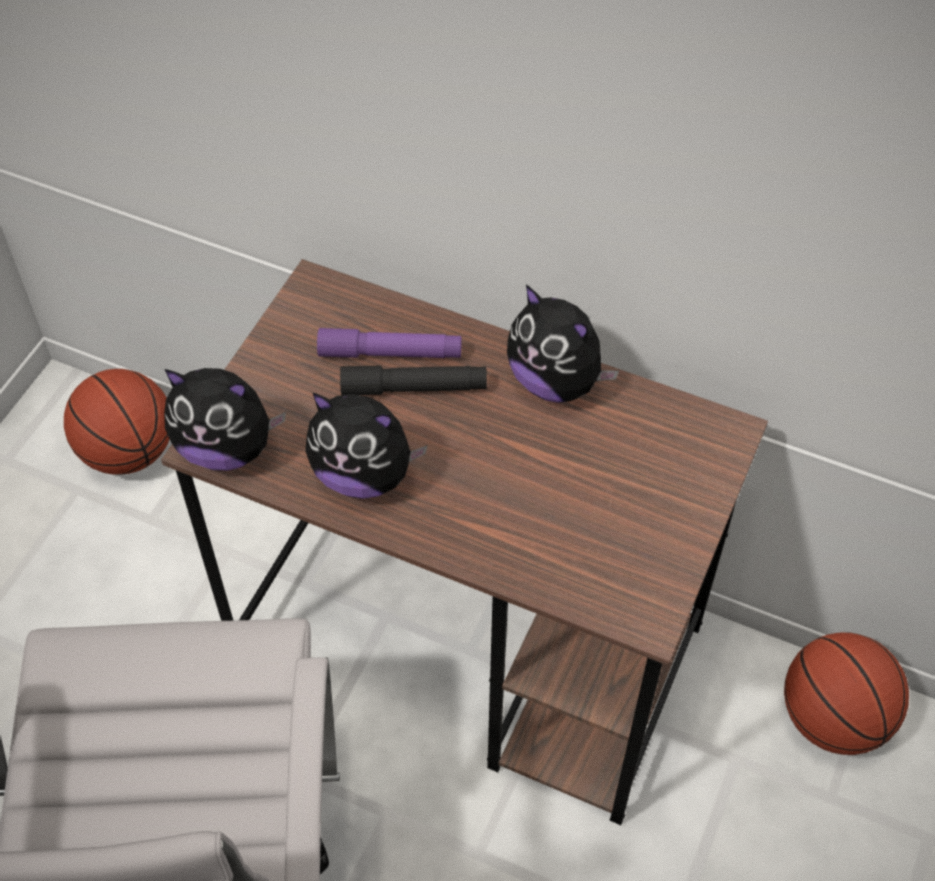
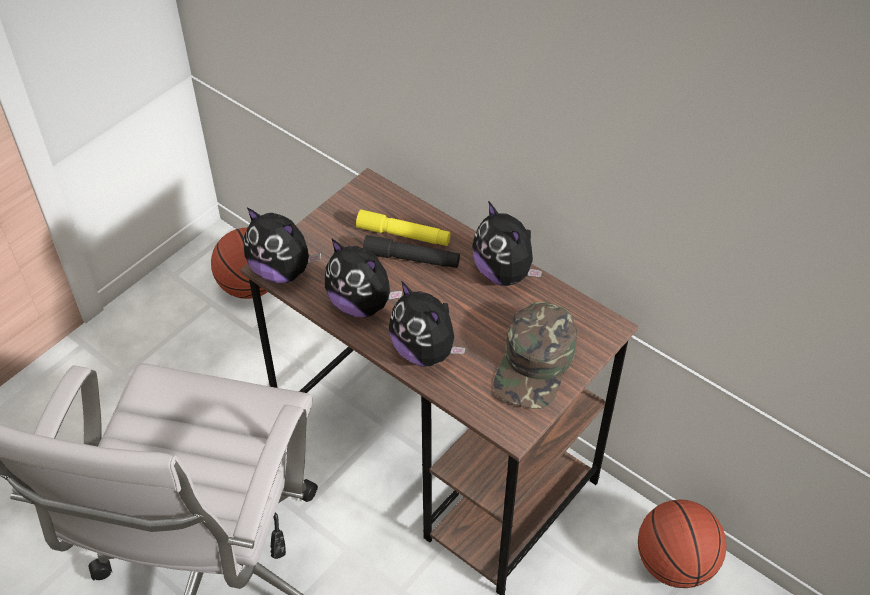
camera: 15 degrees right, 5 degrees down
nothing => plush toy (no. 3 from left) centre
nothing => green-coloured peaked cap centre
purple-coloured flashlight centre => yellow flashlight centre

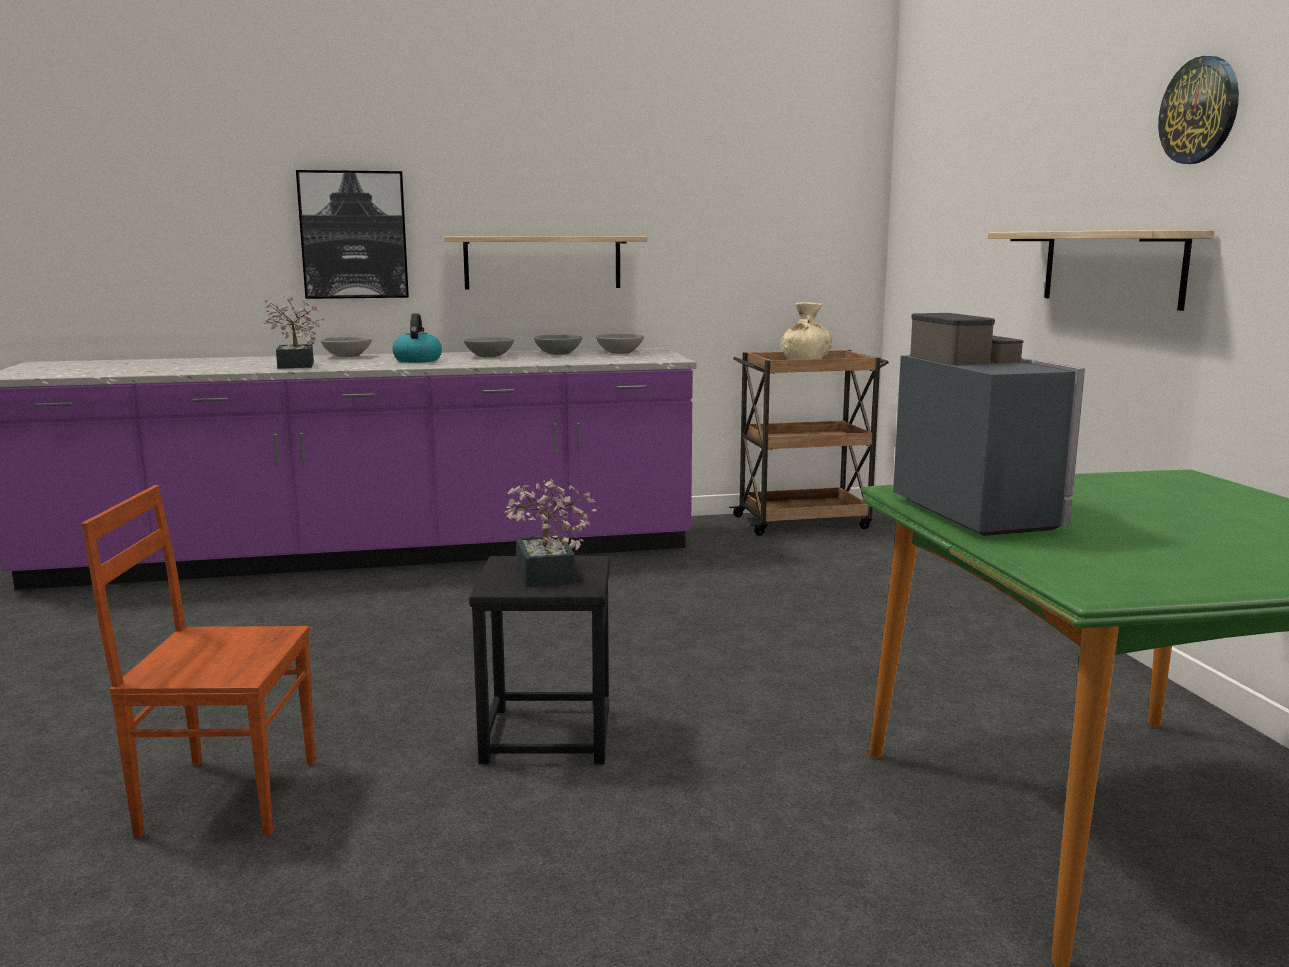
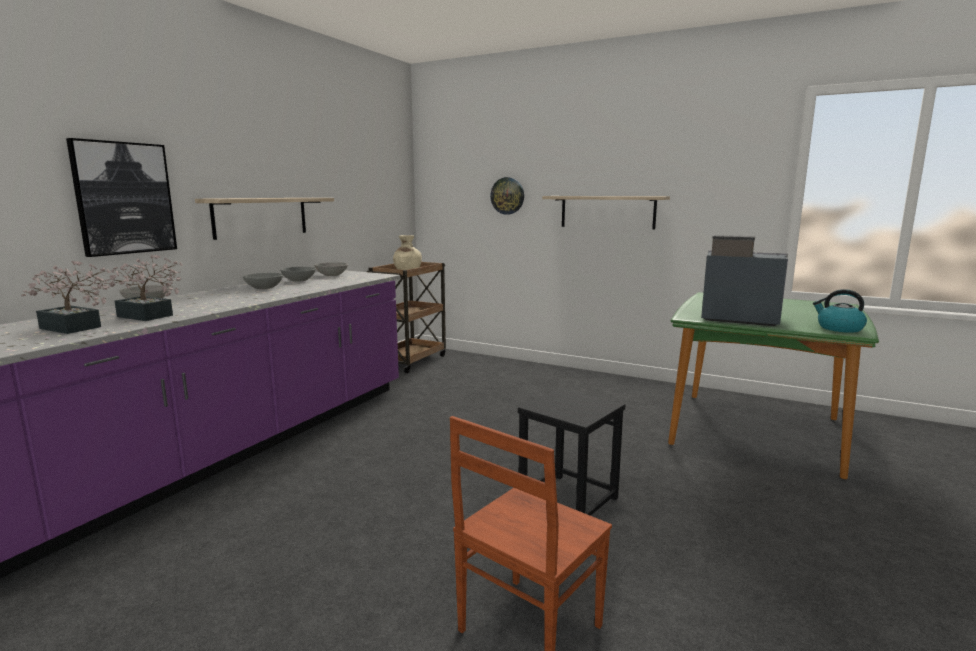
camera: 50 degrees left, 0 degrees up
water kettle middle left => water kettle middle right, relocated
potted plant (no. 2 from left in the first image) centre => potted plant (no. 1 from left) middle left, relocated
hanging clock top right => hanging clock top centre, relocated

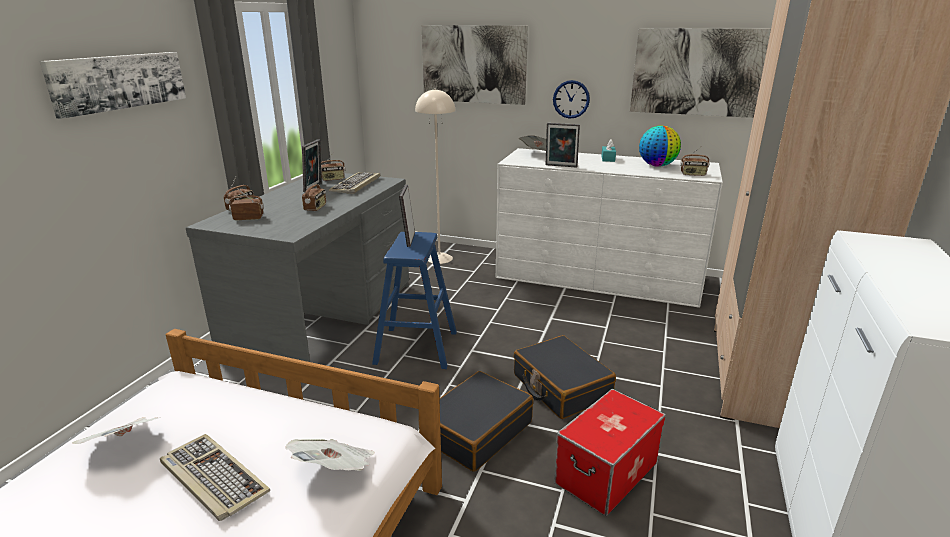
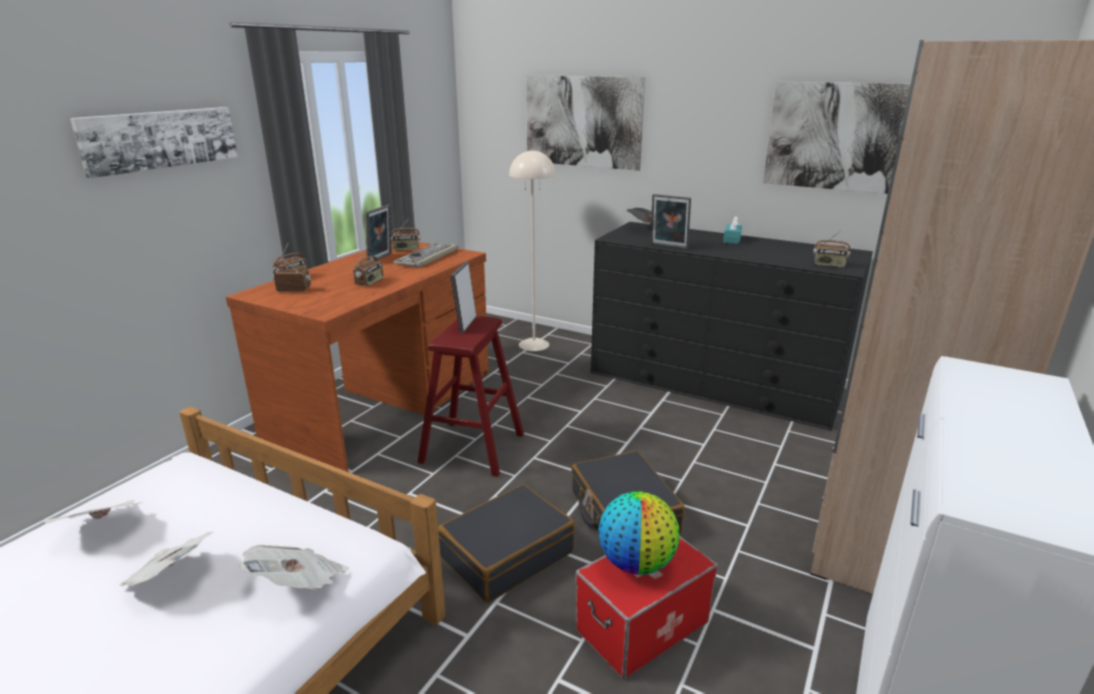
camera: 10 degrees right, 0 degrees up
hanging clock top centre => nothing
globe top right => globe bottom centre, relocated
keyboard (no. 1 from left) bottom left => newspaper (no. 2 from left) bottom left
greyish desk middle left => brownish desk middle left
blue stool centre => reddish stool centre
whitish dresser centre => blackish dresser middle right

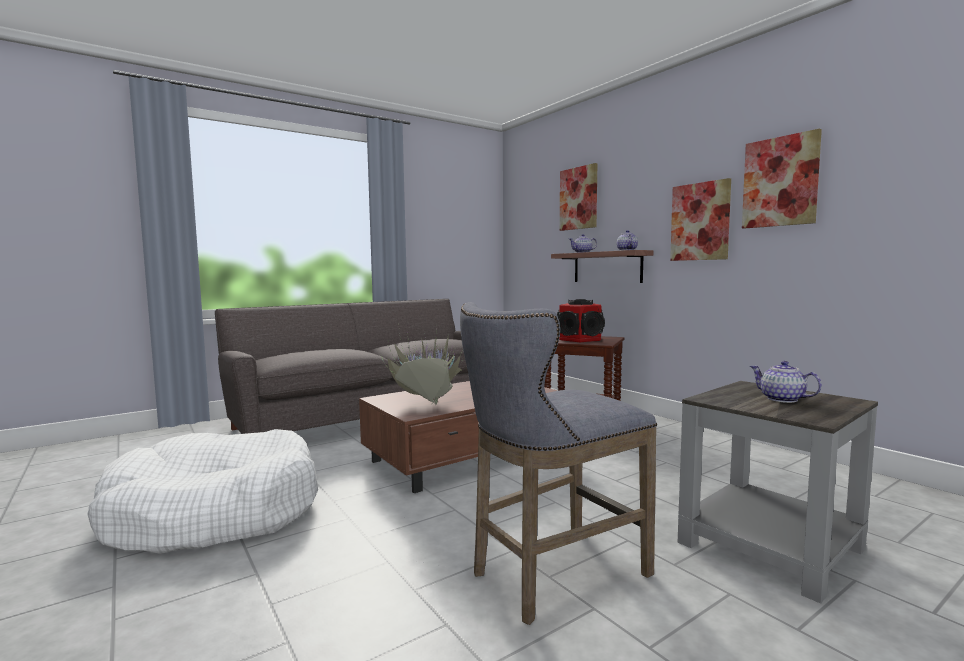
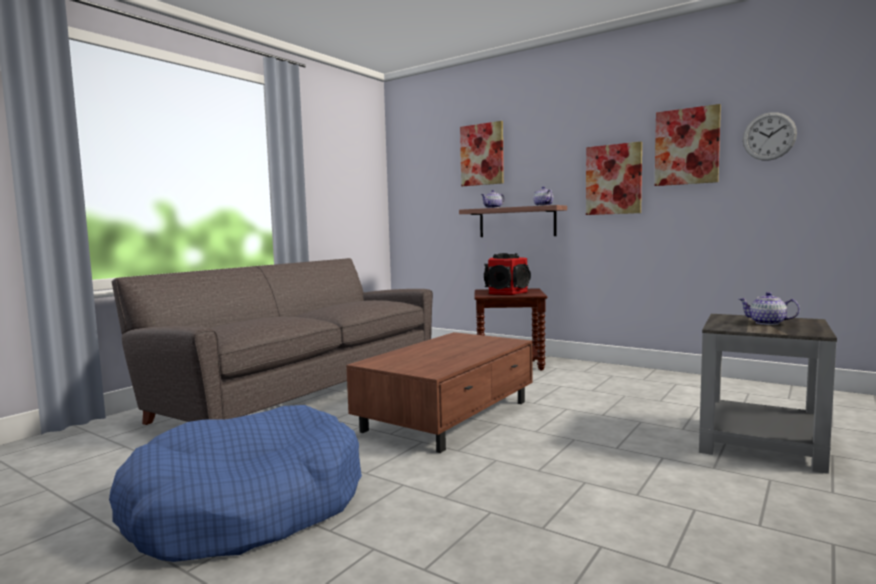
camera: 20 degrees left, 0 degrees up
potted plant centre => nothing
greyish stool bottom centre => nothing
nothing => hanging clock top right
whitish dog cushion bottom left => blue dog cushion bottom left

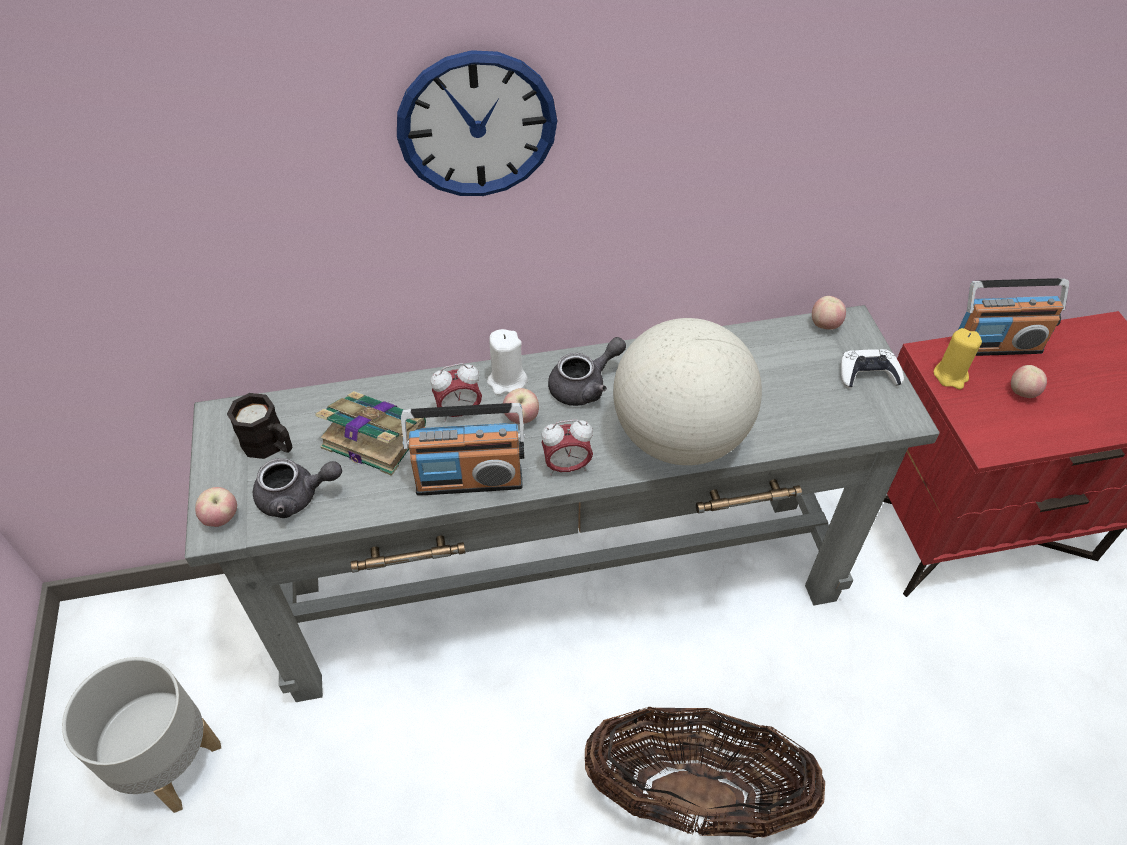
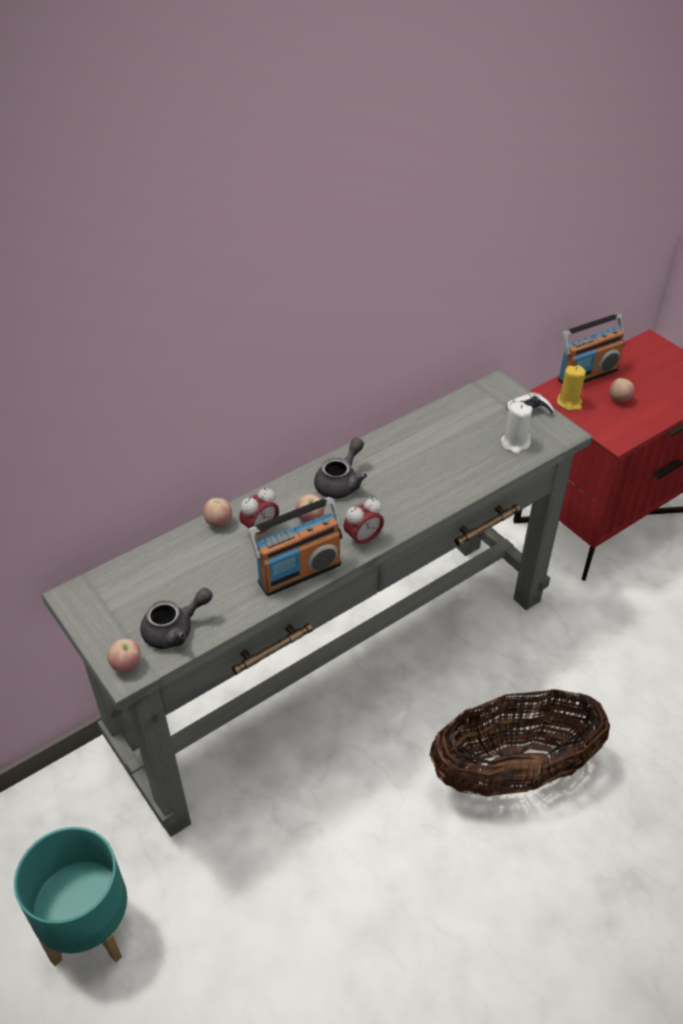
camera: 25 degrees left, 5 degrees down
blackish tea mug middle left => nothing
volume middle left => nothing
hanging clock top centre => nothing
globe centre => nothing
whitish wax light centre => whitish wax light middle right, relocated
whole apple (no. 3 from left in the first image) middle right => whole apple (no. 2 from left) middle left, relocated
greyish flower pot bottom left => turquoise flower pot bottom left

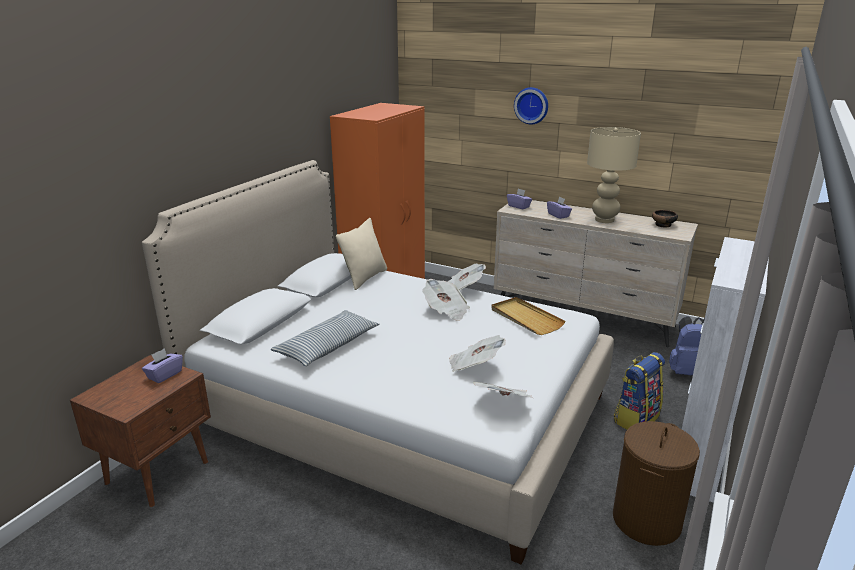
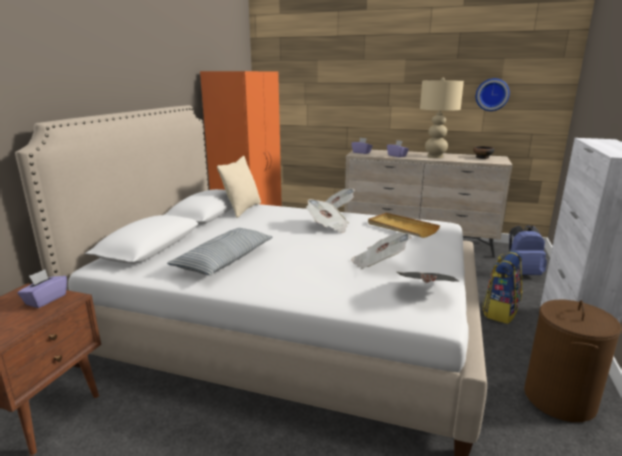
camera: 10 degrees left, 5 degrees down
hanging clock top centre => hanging clock top right, relocated

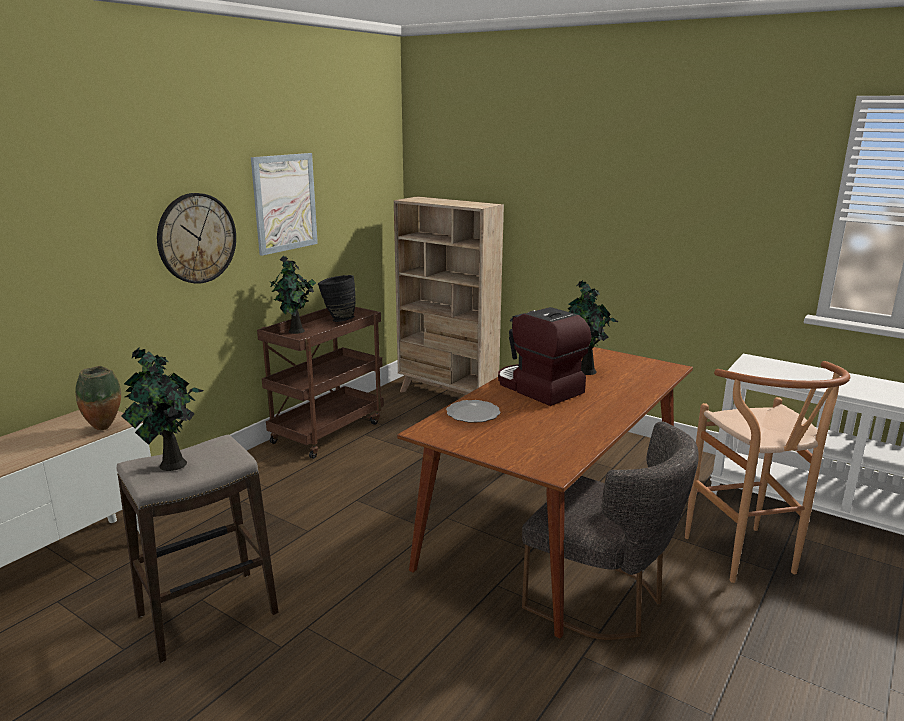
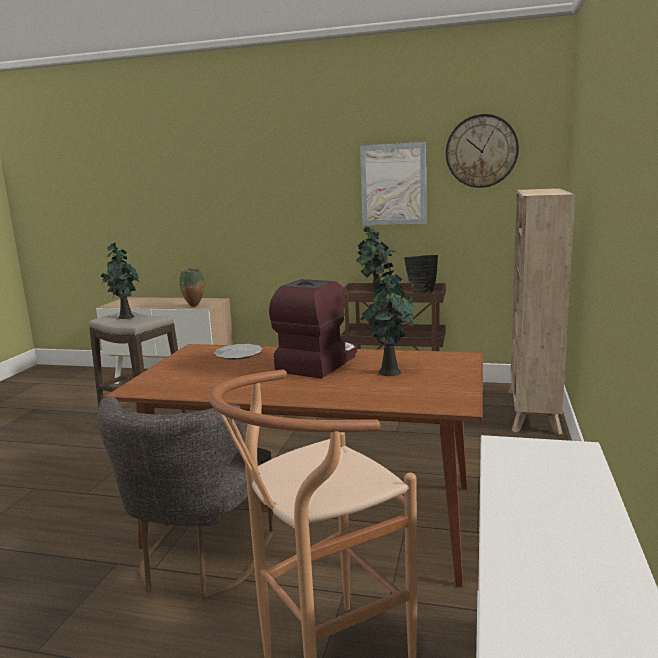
camera: 70 degrees right, 5 degrees down
hanging clock top left => hanging clock top right, relocated

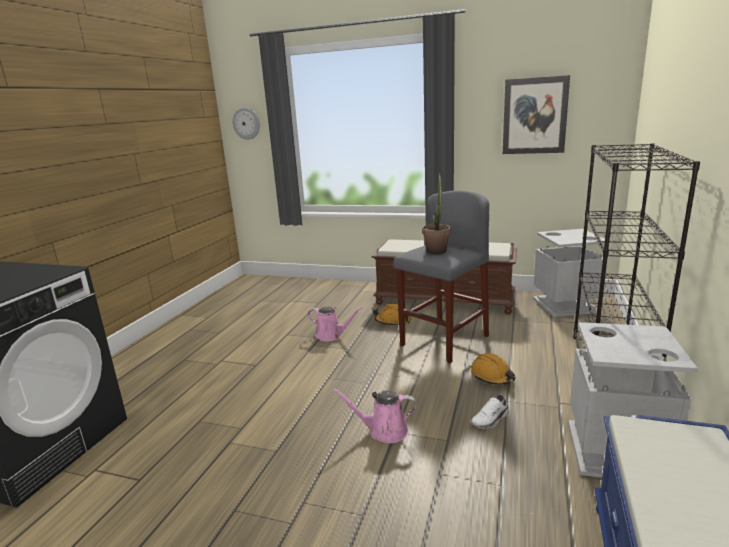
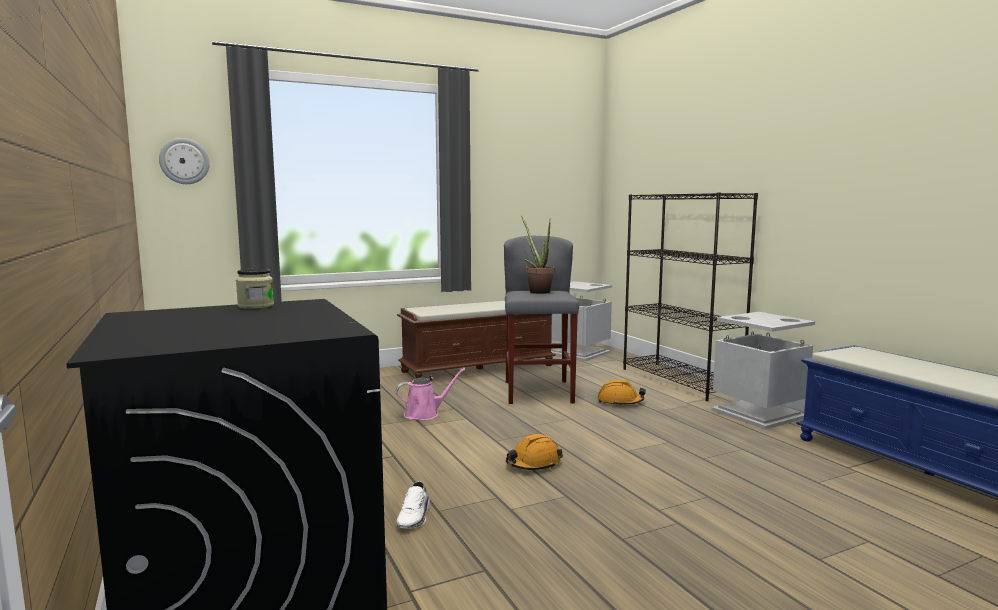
camera: 45 degrees left, 10 degrees down
pinkish watering can (no. 2 from left) bottom centre => nothing
wall art top right => nothing
nothing => storage jar middle left
orange-coloured hard hat (no. 1 from left) centre => orange-coloured hard hat (no. 1 from left) bottom centre, relocated
whitish item of footwear bottom right => whitish item of footwear bottom centre, relocated

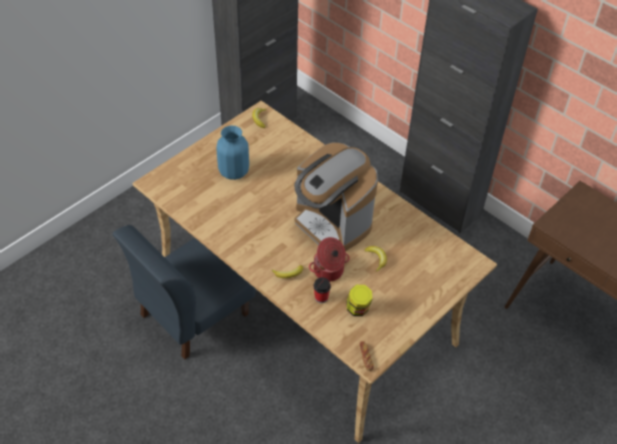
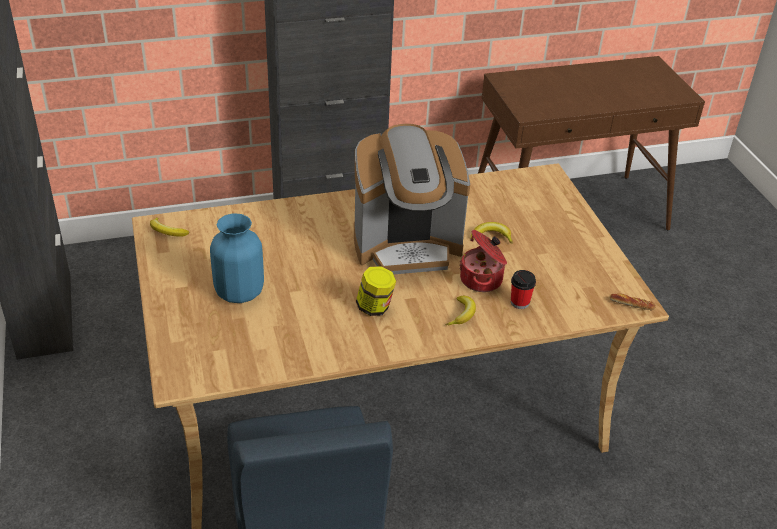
camera: 60 degrees left, 10 degrees down
storage jar bottom centre => storage jar centre, relocated

